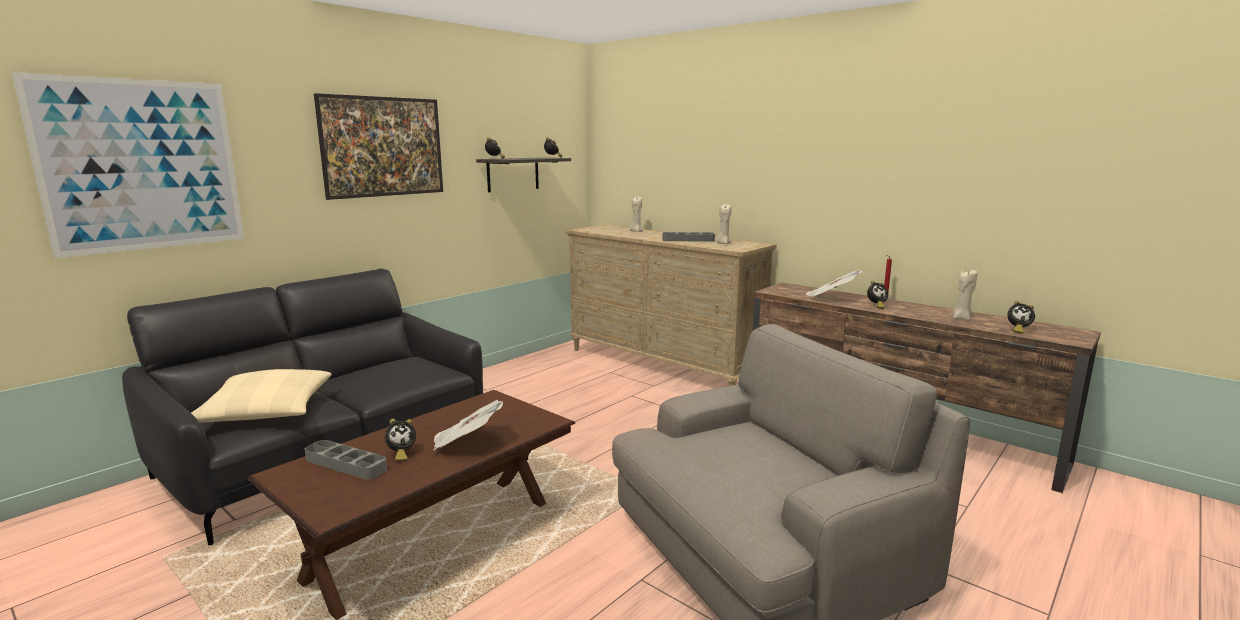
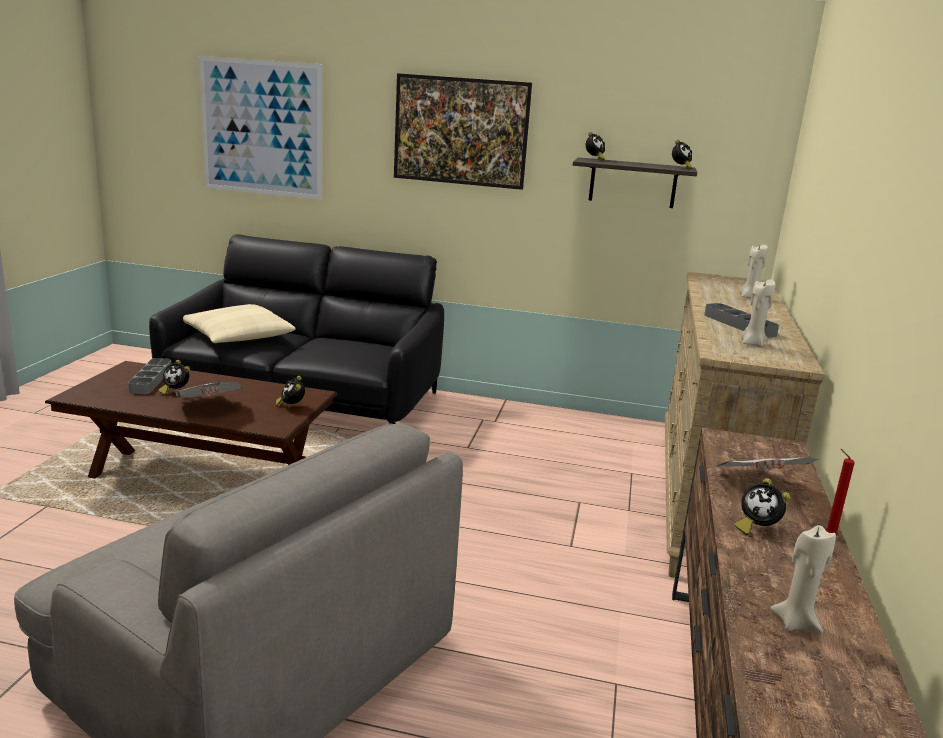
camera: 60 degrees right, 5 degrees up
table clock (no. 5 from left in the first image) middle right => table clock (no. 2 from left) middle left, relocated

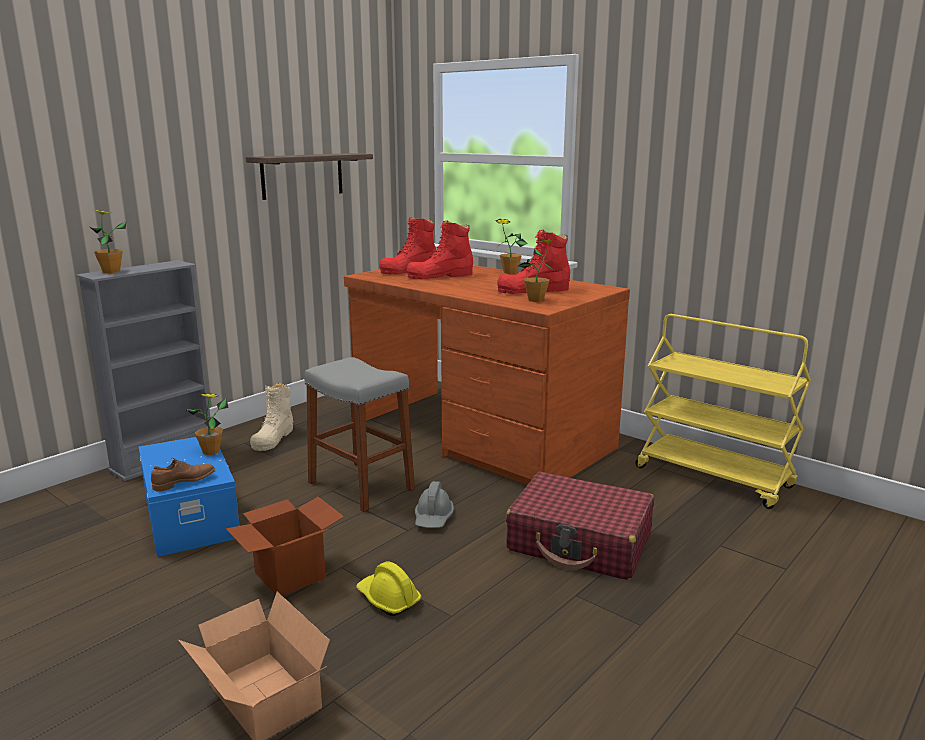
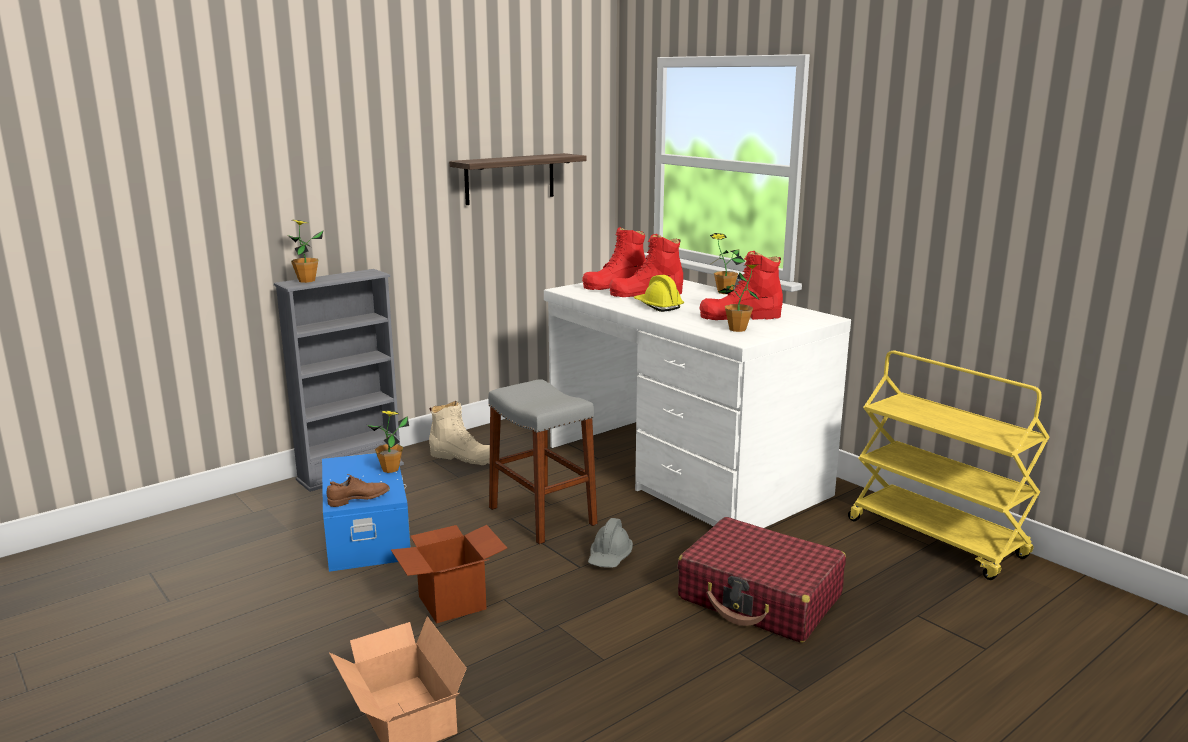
camera: 10 degrees right, 0 degrees up
yellow hard hat bottom centre => yellow hard hat centre, relocated
brownish desk centre => whitish desk centre
beige boot middle left => beige boot centre, 90 degrees counterclockwise

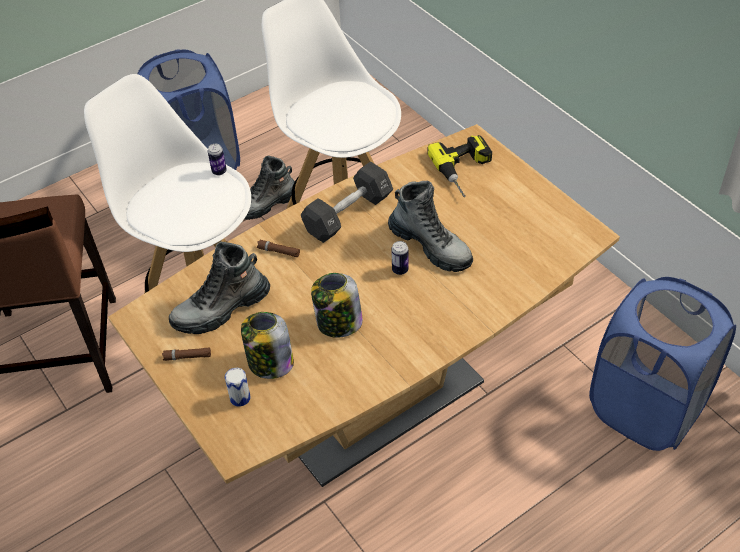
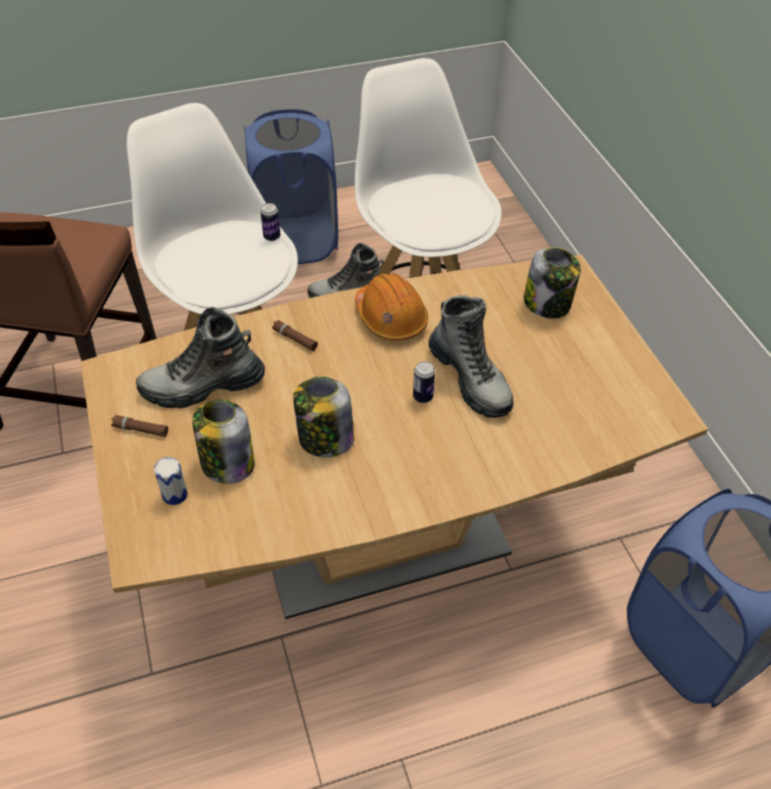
camera: 15 degrees right, 0 degrees up
blackish dumbbell centre => orange-coloured hard hat centre
power drill top centre => storage jar (no. 3 from left) middle right

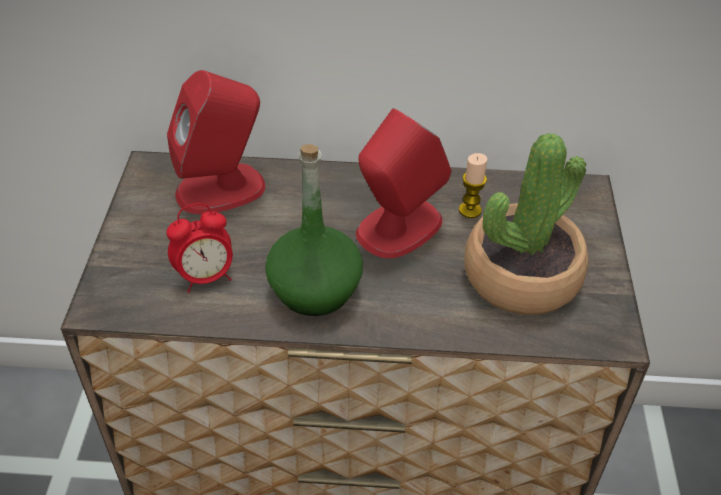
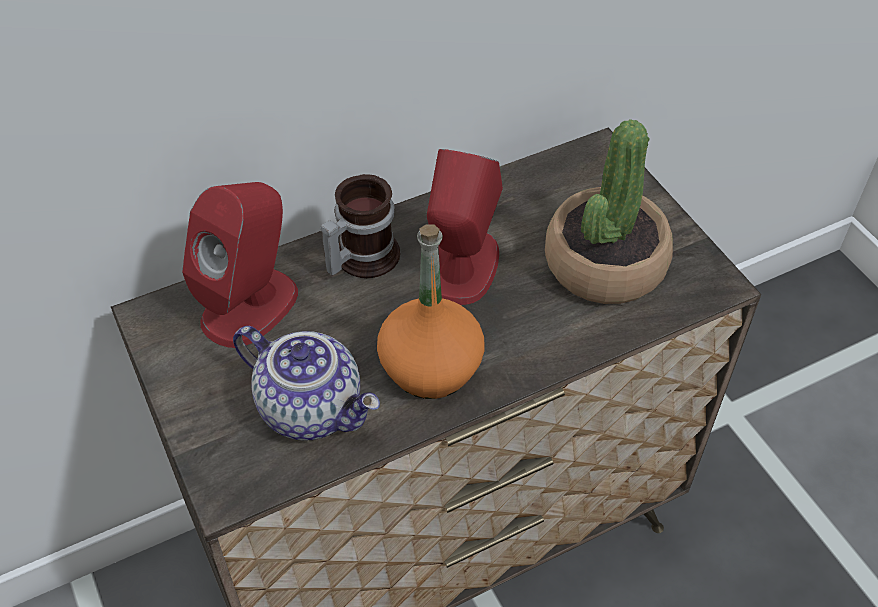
camera: 30 degrees left, 5 degrees up
wax light centre => nothing
nothing => tea mug centre
table clock middle left => teapot centre
green-coloured bottle centre => orange-coloured bottle centre

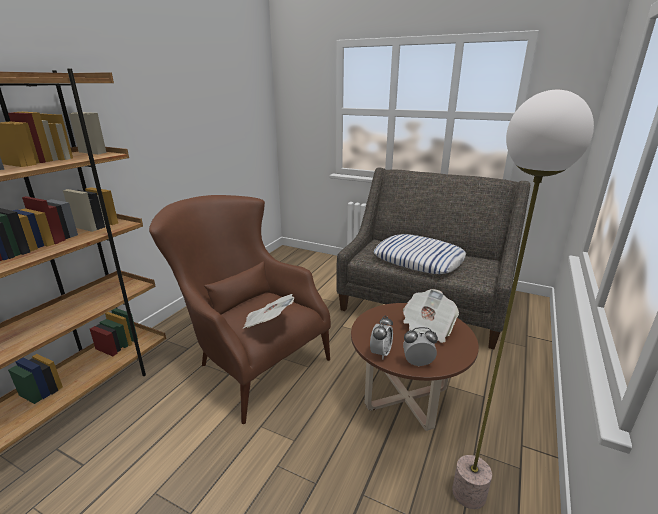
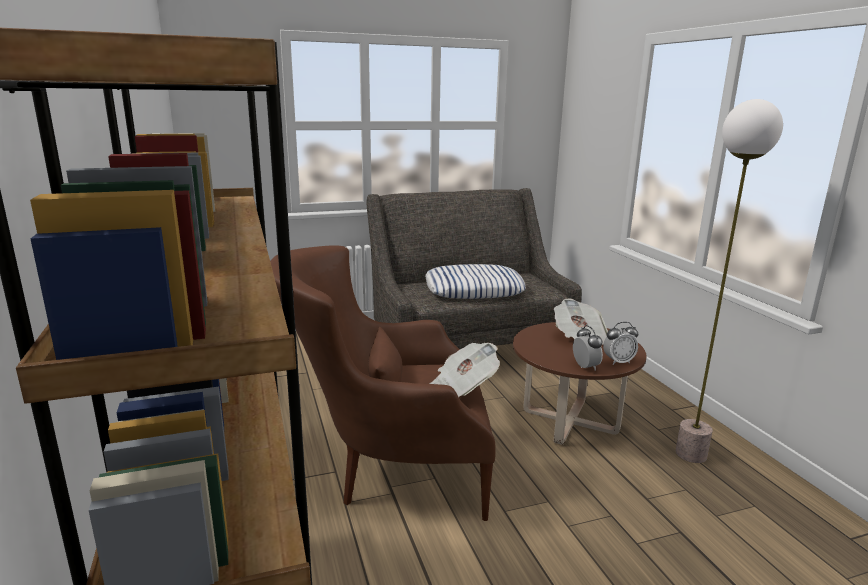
camera: 45 degrees left, 5 degrees down
table clock (no. 2 from left) bottom centre => table clock (no. 2 from left) middle right, 150 degrees counterclockwise

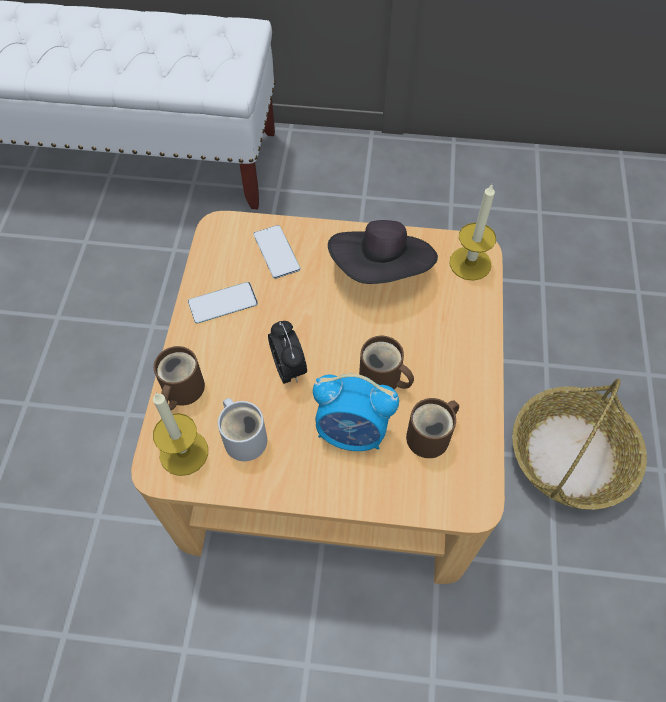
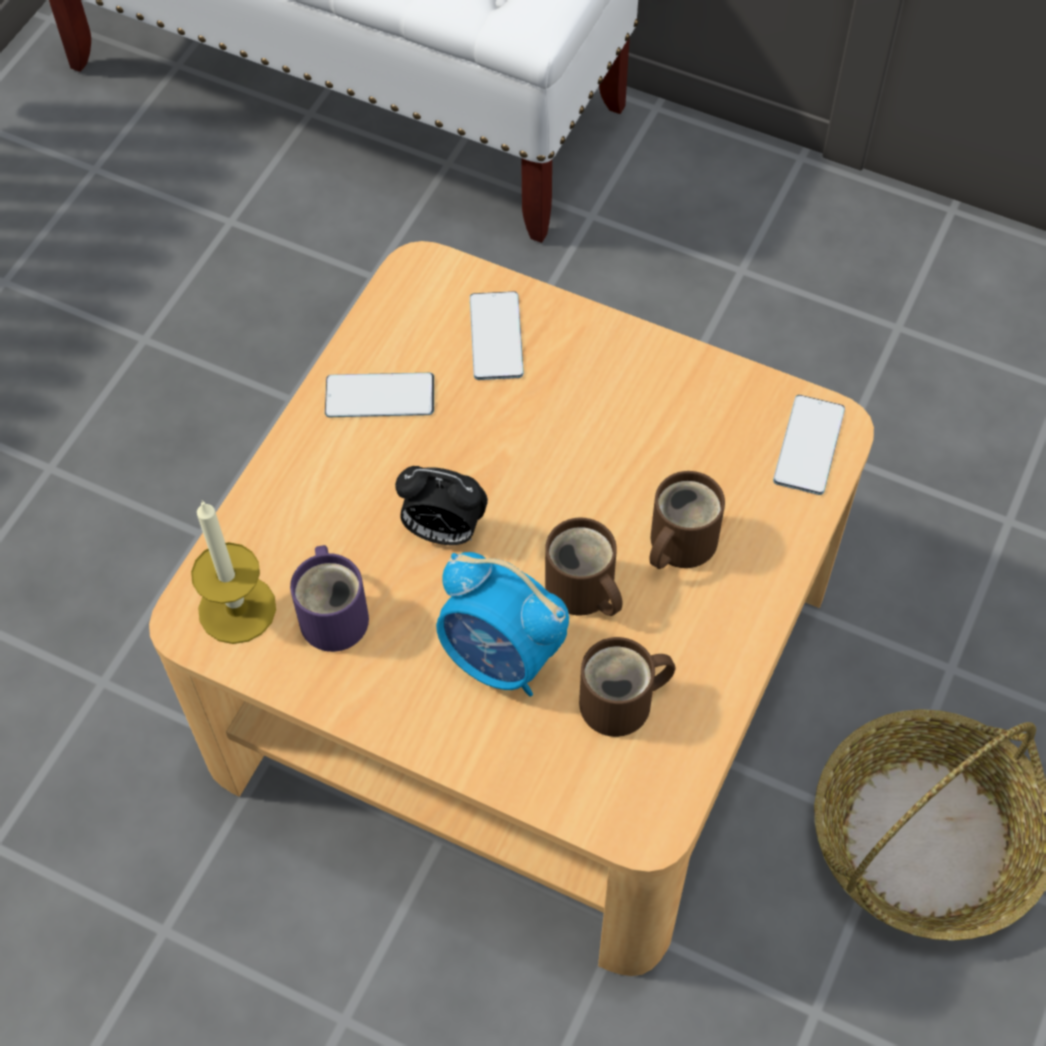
camera: 20 degrees right, 0 degrees up
blackish hat centre => nothing
brownish tea mug (no. 1 from left in the first image) middle left => brownish tea mug (no. 3 from left) centre, relocated
wax light (no. 2 from left) top right => handset (no. 3 from left) middle right
whitish tea mug centre => purple-coloured tea mug middle left
table clock (no. 1 from left) centre, 105 degrees clockwise

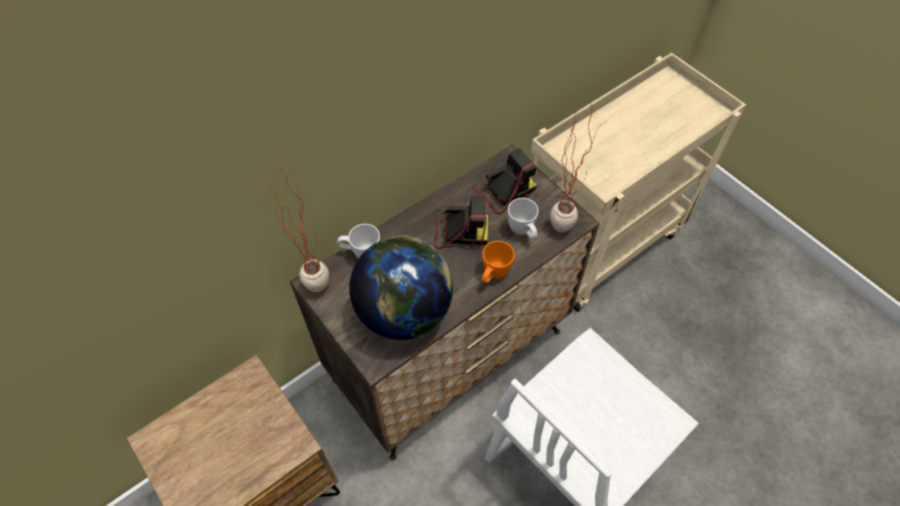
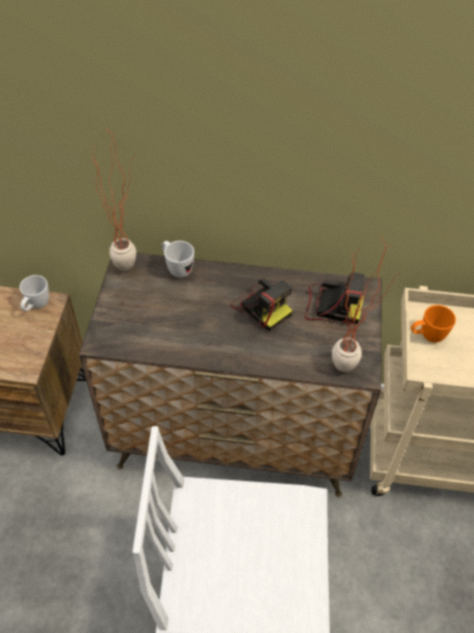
camera: 45 degrees right, 5 degrees down
globe centre => nothing
orange-coloured tea mug centre => orange-coloured tea mug middle right, relocated
whitish tea mug (no. 2 from left in the first image) centre => whitish tea mug (no. 1 from left) middle left, relocated

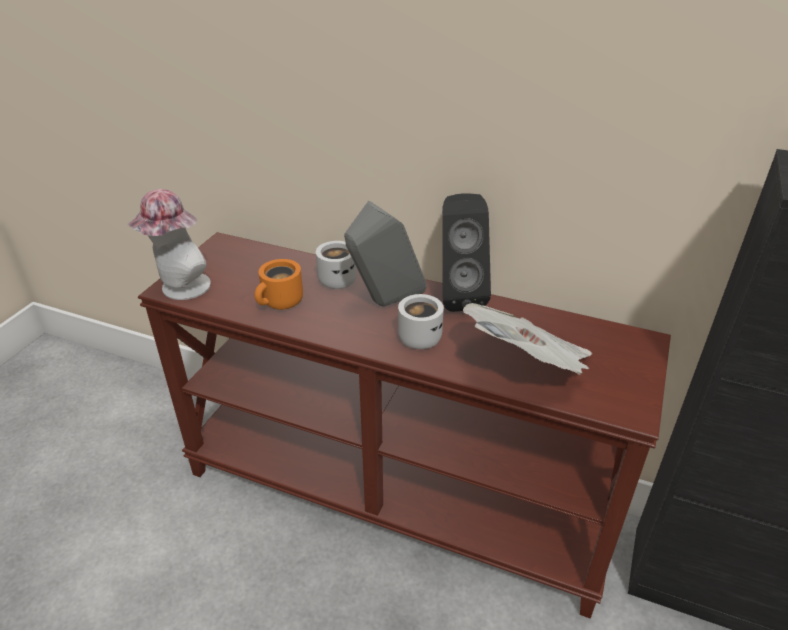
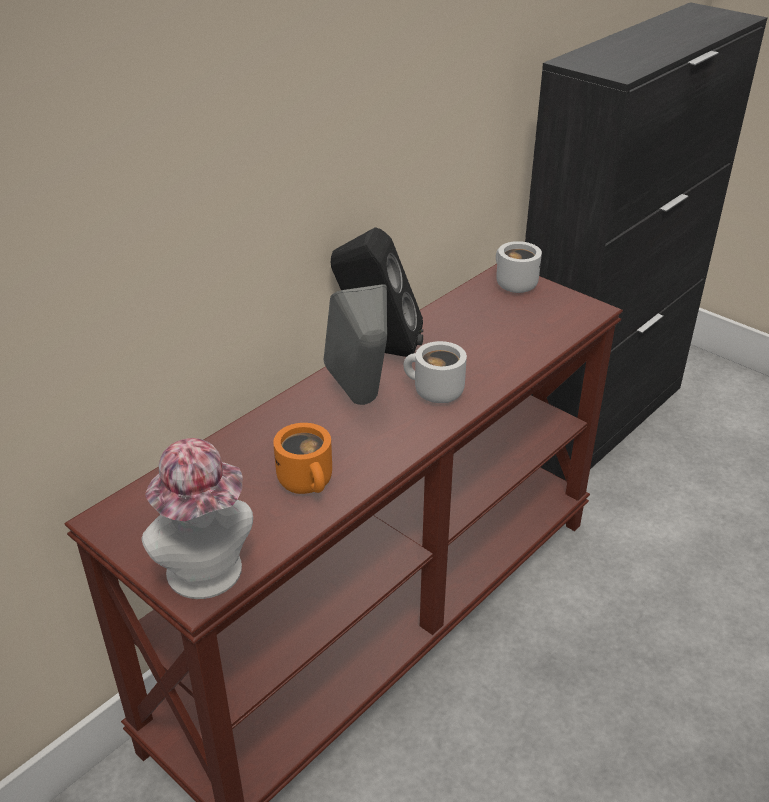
camera: 70 degrees left, 0 degrees up
newspaper middle right => nothing
whitish tea mug (no. 1 from left in the first image) centre => whitish tea mug (no. 2 from left) top right, relocated

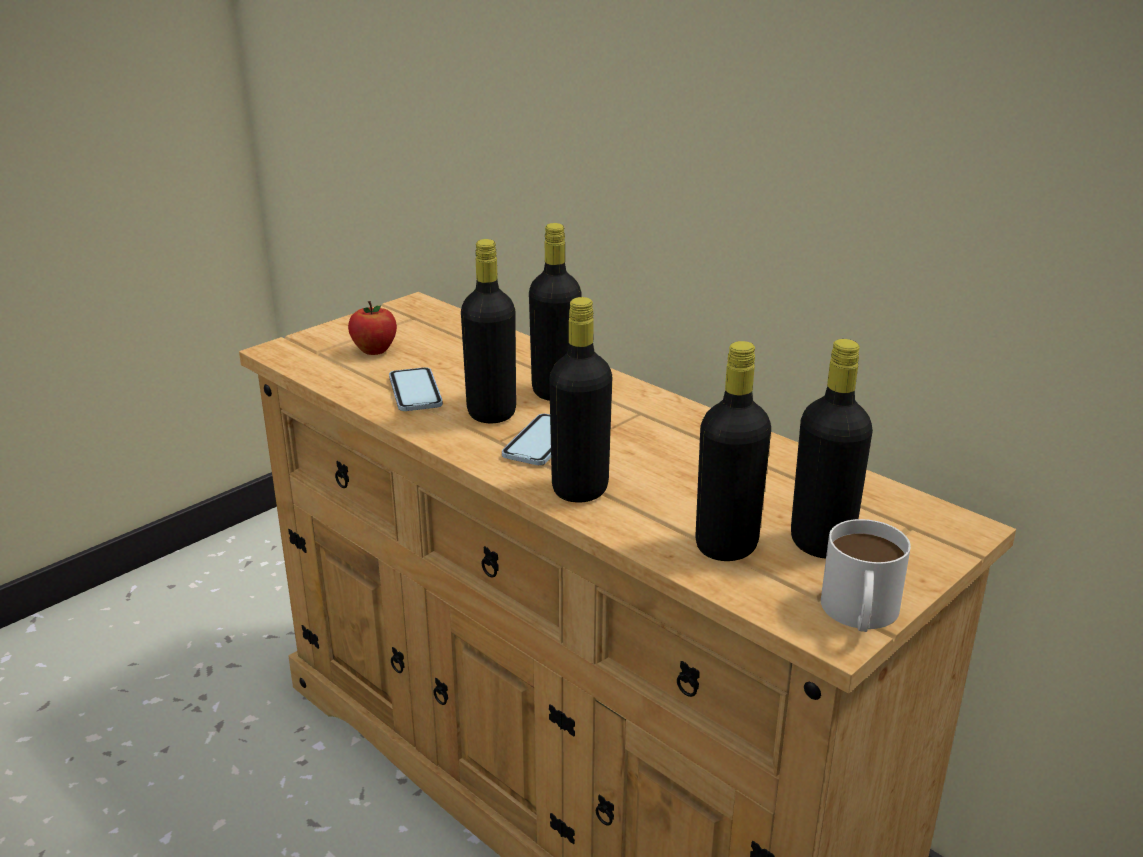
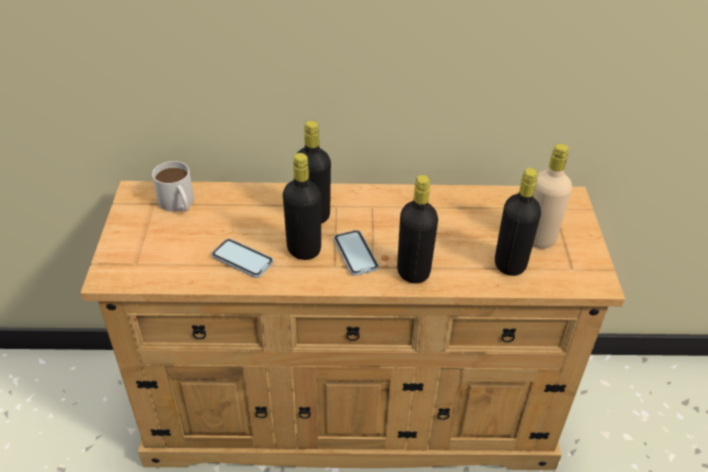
camera: 45 degrees left, 15 degrees up
whole apple middle left => nothing
whitish tea mug bottom right => whitish tea mug middle left, relocated
blackish bottle (no. 5 from left) middle right => beige bottle middle right

